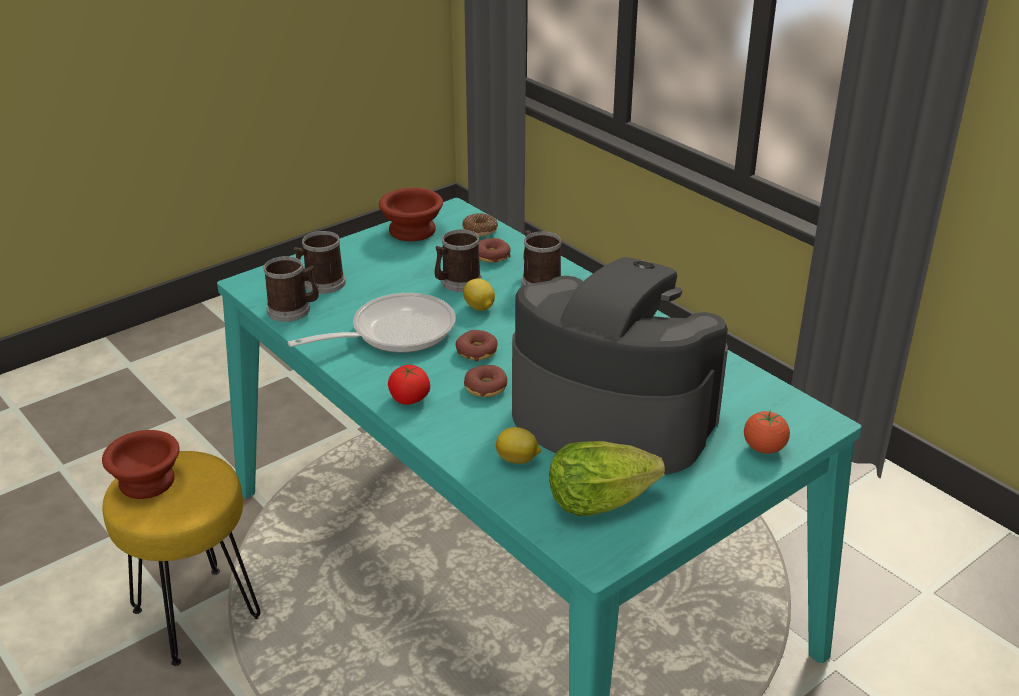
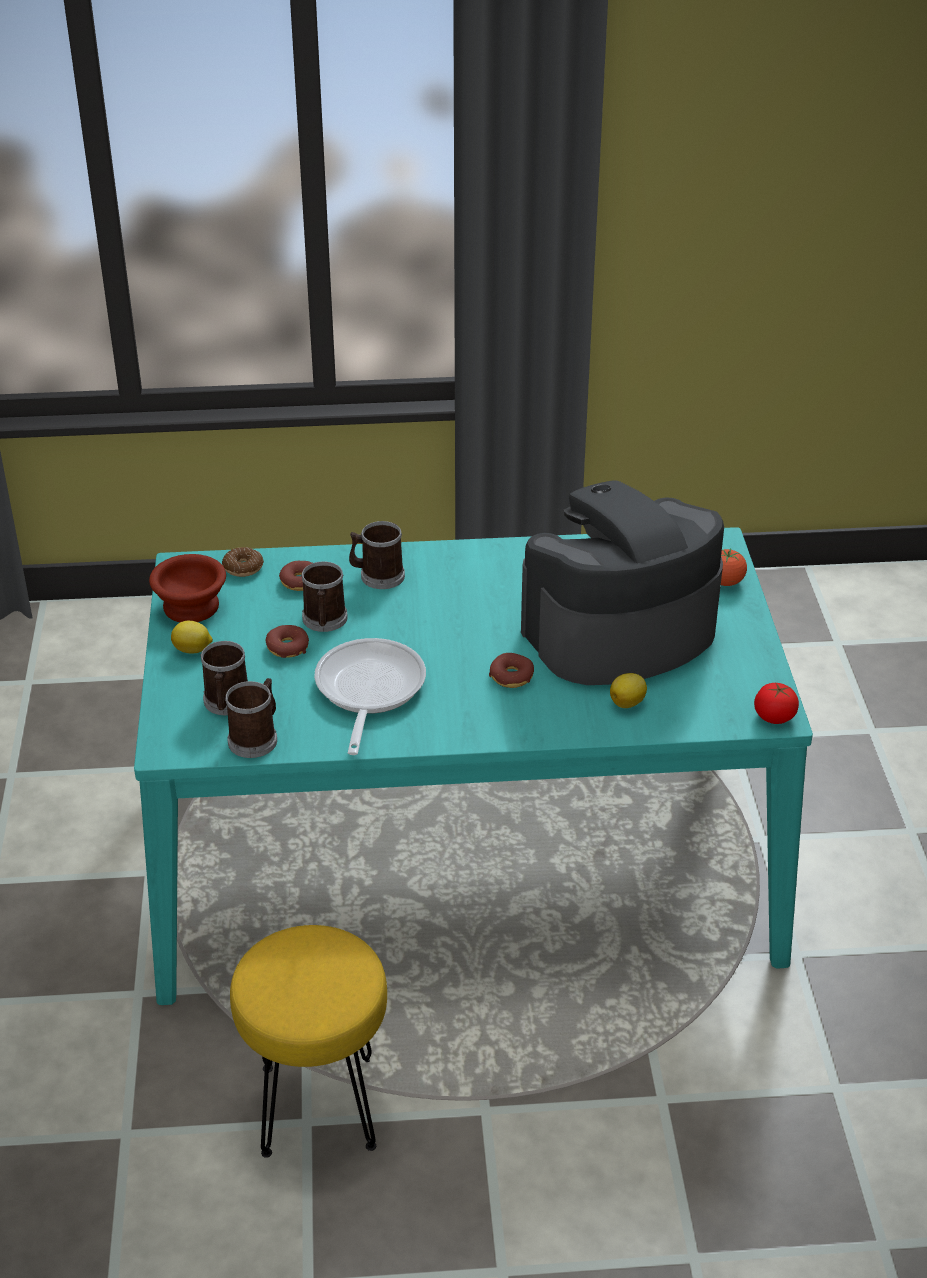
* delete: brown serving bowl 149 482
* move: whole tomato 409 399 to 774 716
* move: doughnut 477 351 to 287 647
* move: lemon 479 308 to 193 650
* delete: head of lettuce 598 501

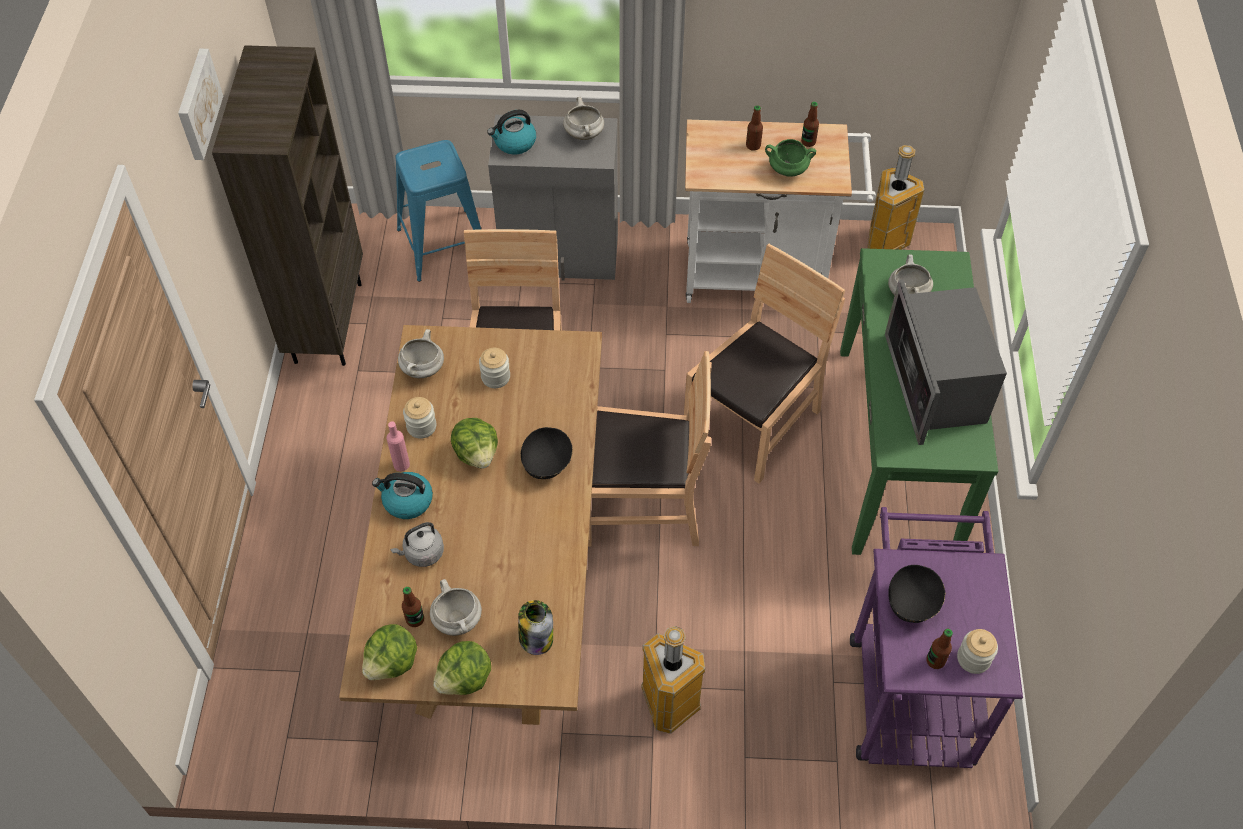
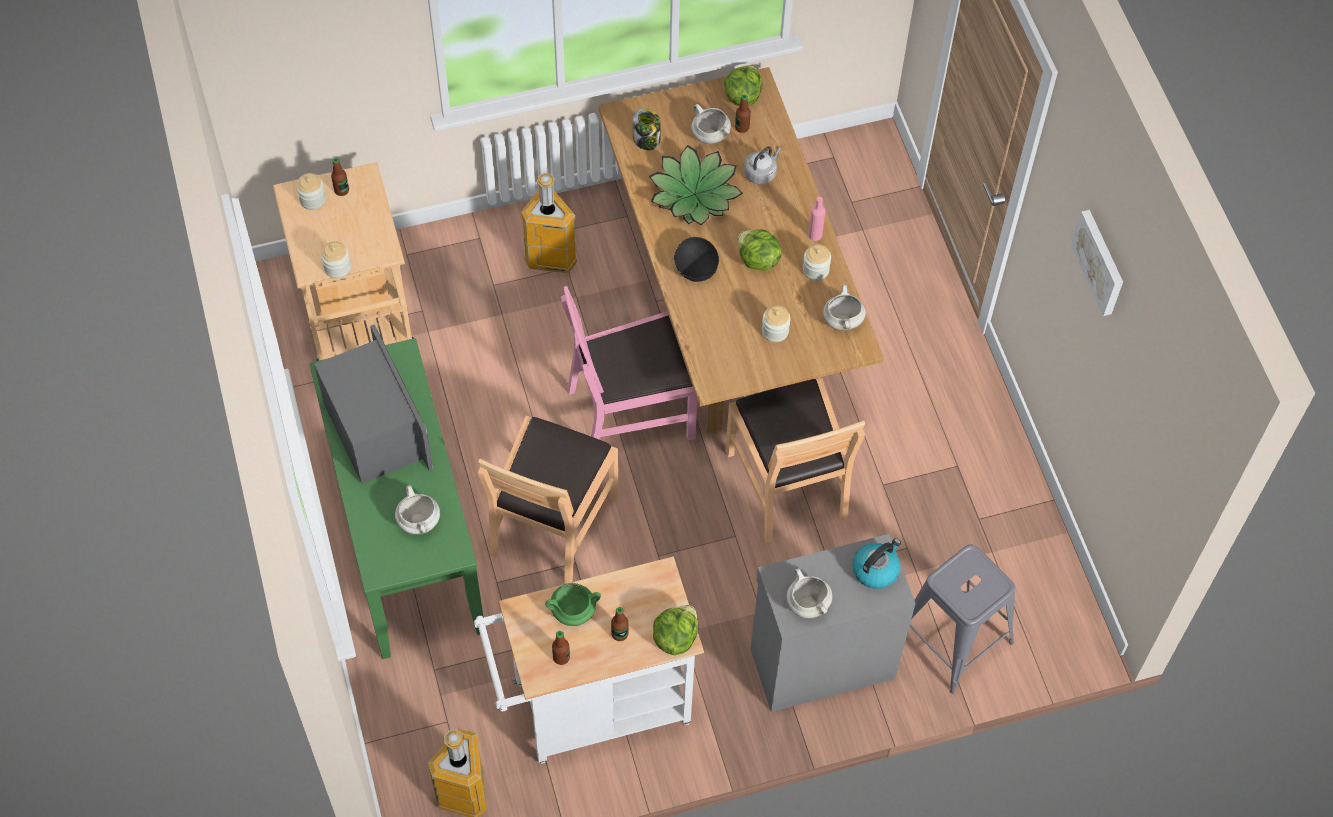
* delete: brown bookshelf 327 321
* delete: water kettle 407 501
* recolor: bluish stool seat 442 245 to gray stool seat 953 637
* move: head of lettuce 465 679 to 675 637
* recolor: brown upright chair 641 505 to pinkish upright chair 631 411
* recolor: purple-coloured trolley 909 685 to sand-coloured trolley 359 325
* delete: blackish serving bowl 912 604
* insert: preserve jar 337 267
* insert: plant in a pot 694 194

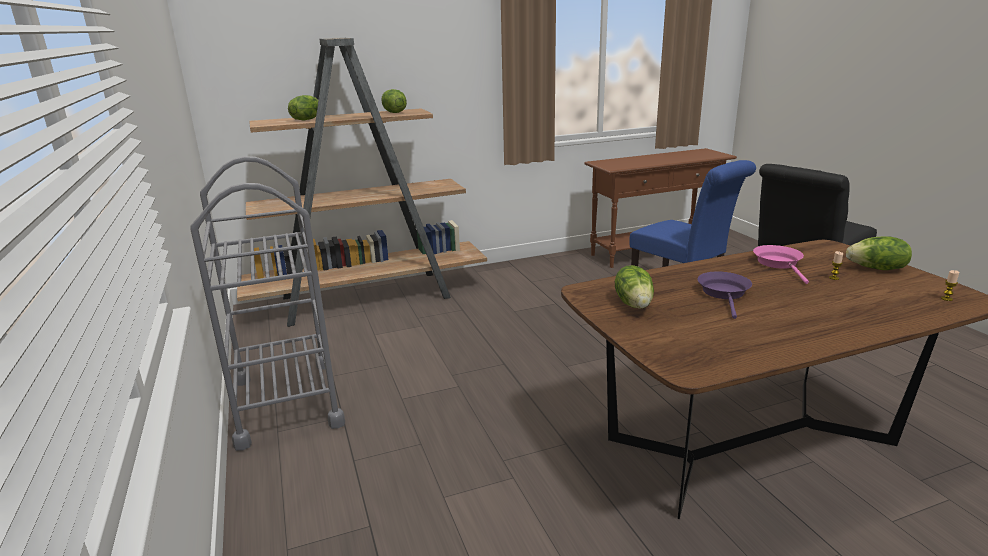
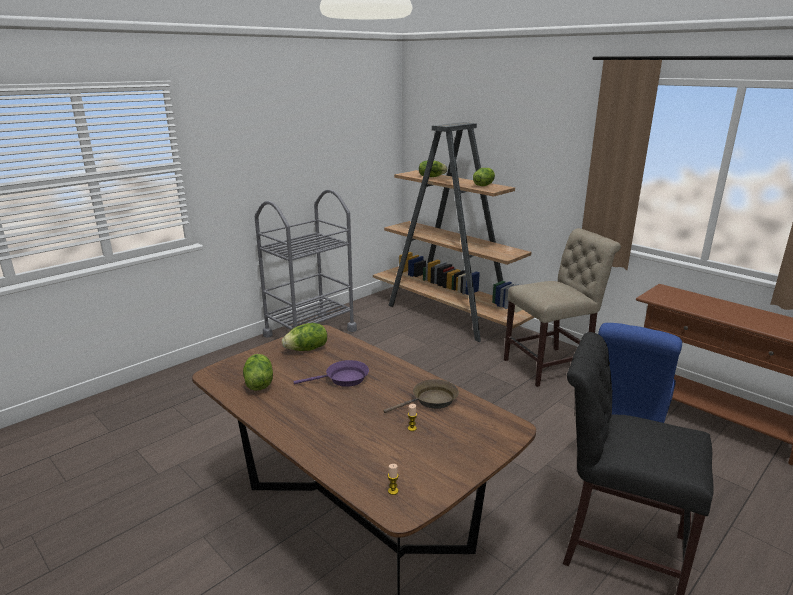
* recolor: pinkish pan 779 264 to brown pan 431 400
* move: head of lettuce 877 269 to 258 383
* insert: sand-coloured upright chair 551 365

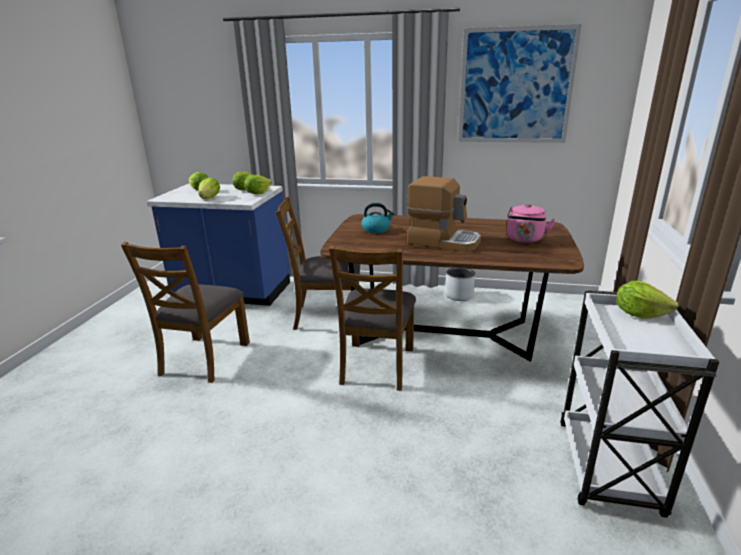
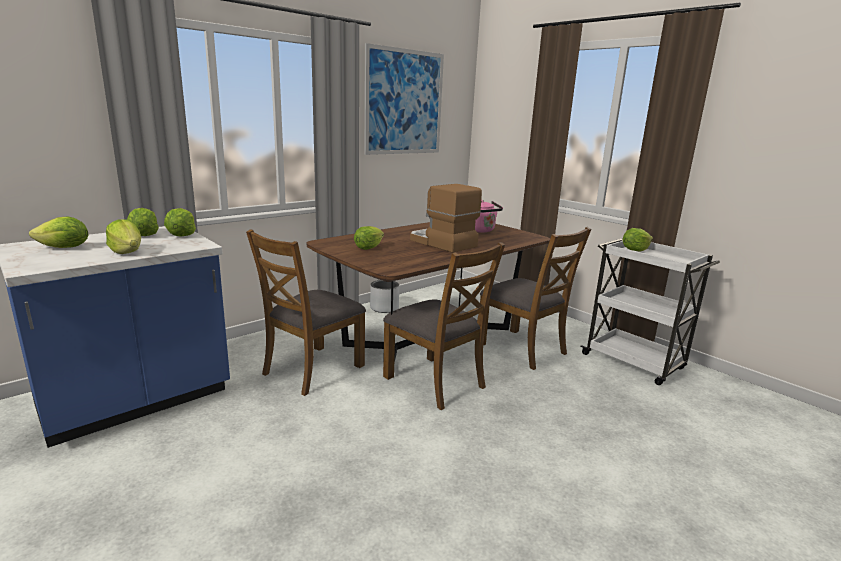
* move: brown upright chair 204 358 to 522 348
* replace: water kettle 376 229 to head of lettuce 368 248
* rotate: coffee brewer 443 241 = 441 243 105 degrees counterclockwise

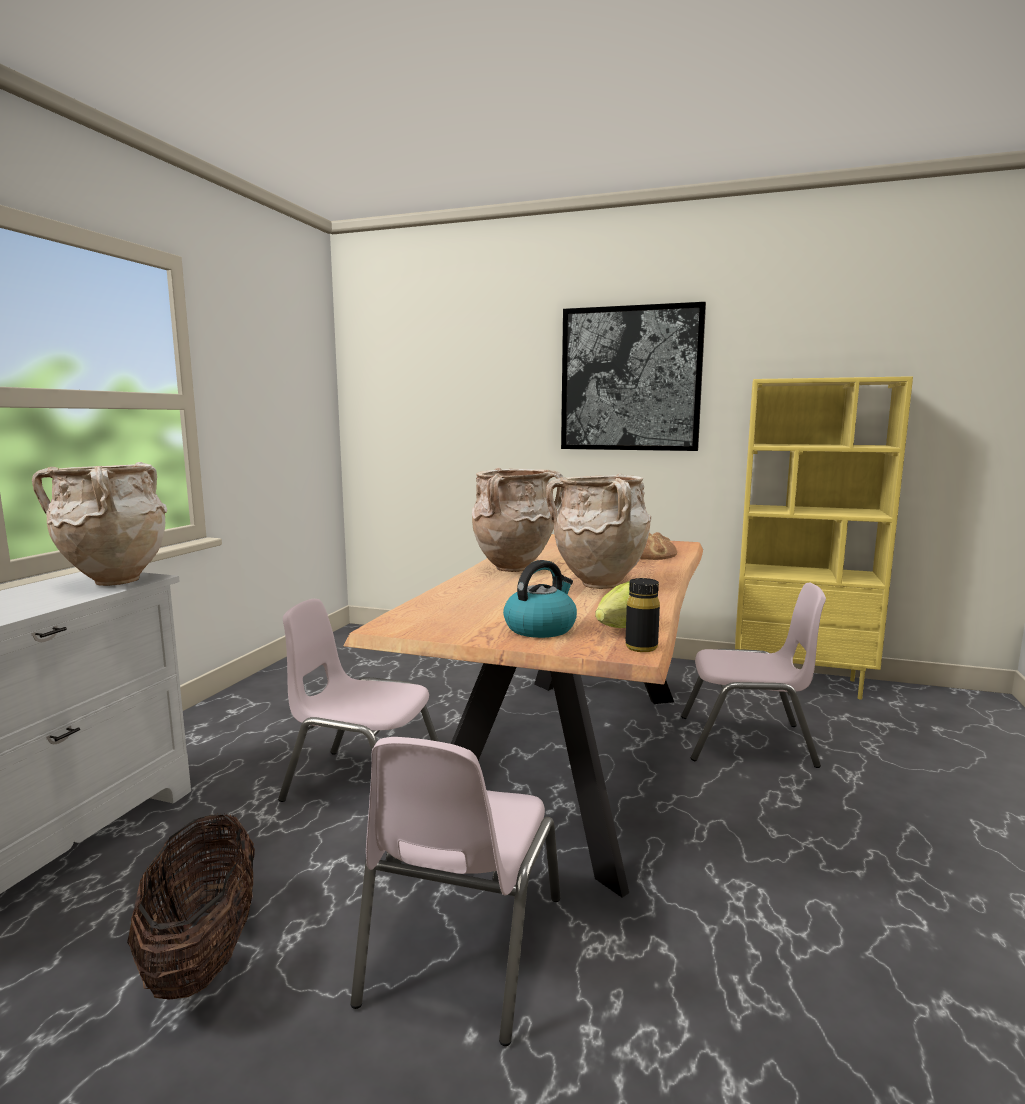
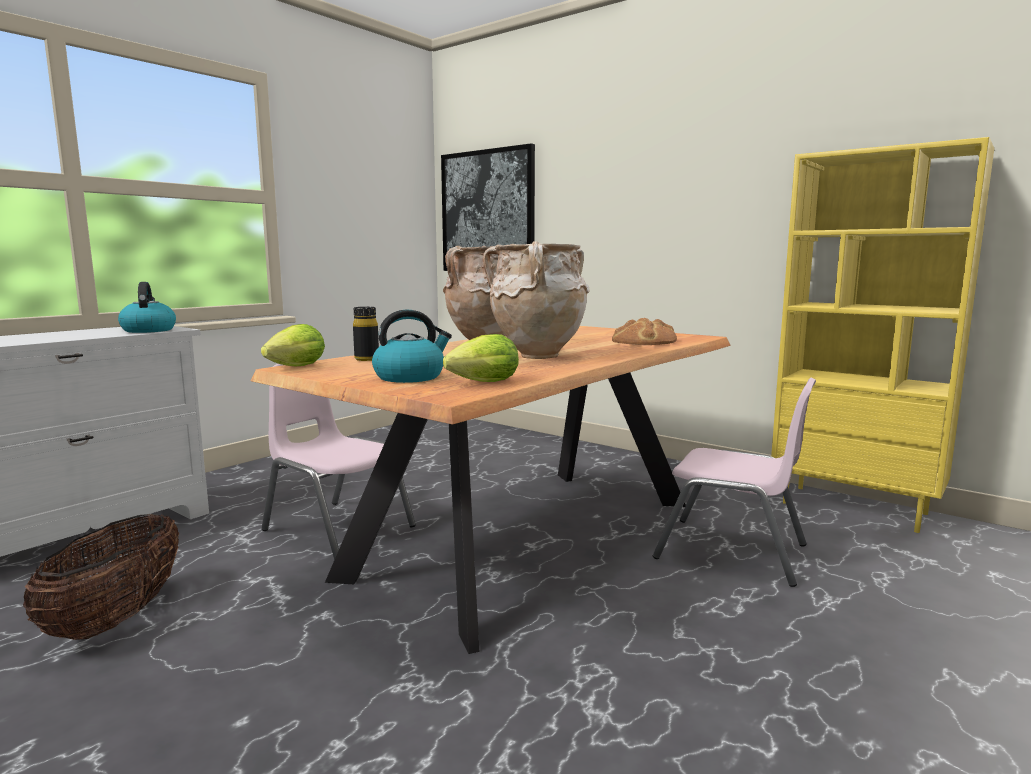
* replace: sand-coloured vase 115 582 to water kettle 148 330
* delete: pinkish upright chair 461 948
* move: wall picture 630 379 to 488 211
* move: blackish bottle 641 647 to 366 359
* insert: head of lettuce 293 367

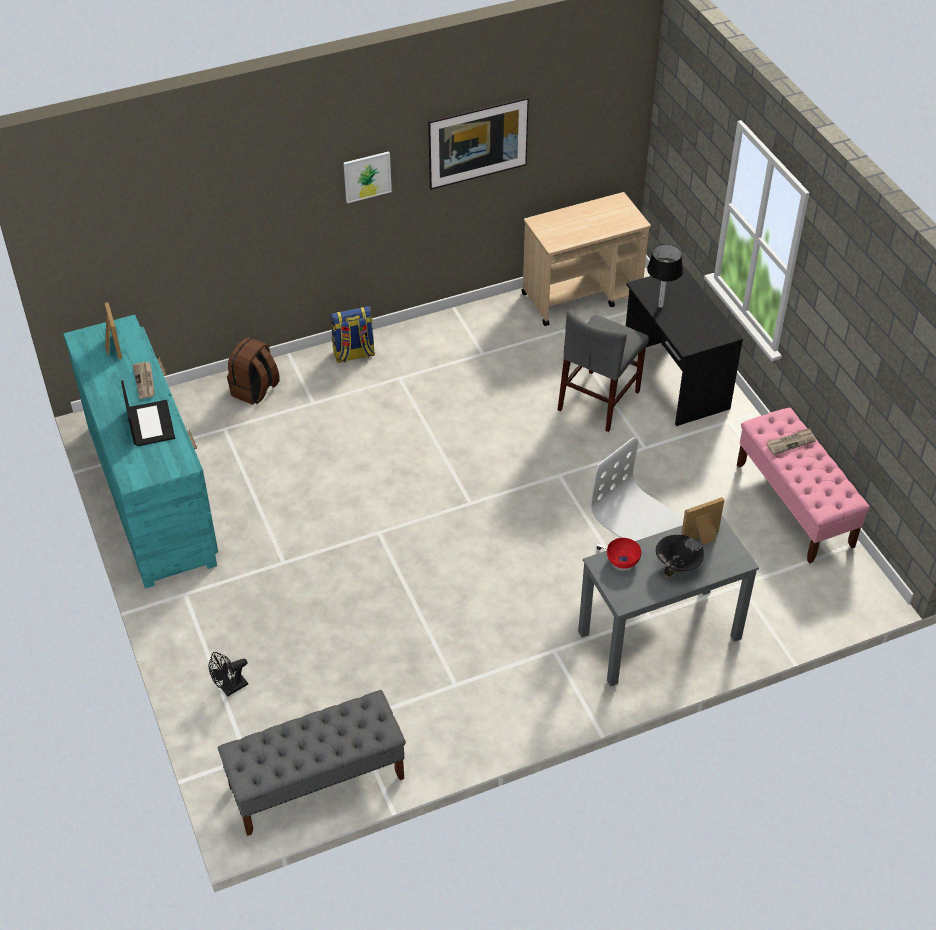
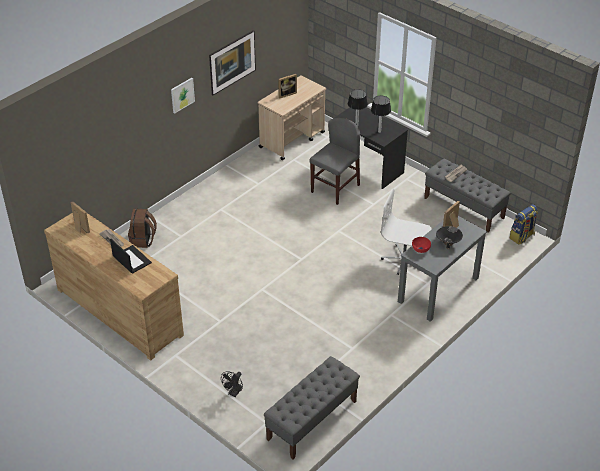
* recolor: turquoise chest of drawers 151 493 to brown chest of drawers 120 311
* move: rucksack 353 354 to 522 237
* rotate: gray upright chair 599 400 = 335 188 150 degrees counterclockwise
* recolor: pinkish bench 794 505 to gray bench 464 208
* insert: photo frame 286 94
* insert: table lamp 379 131

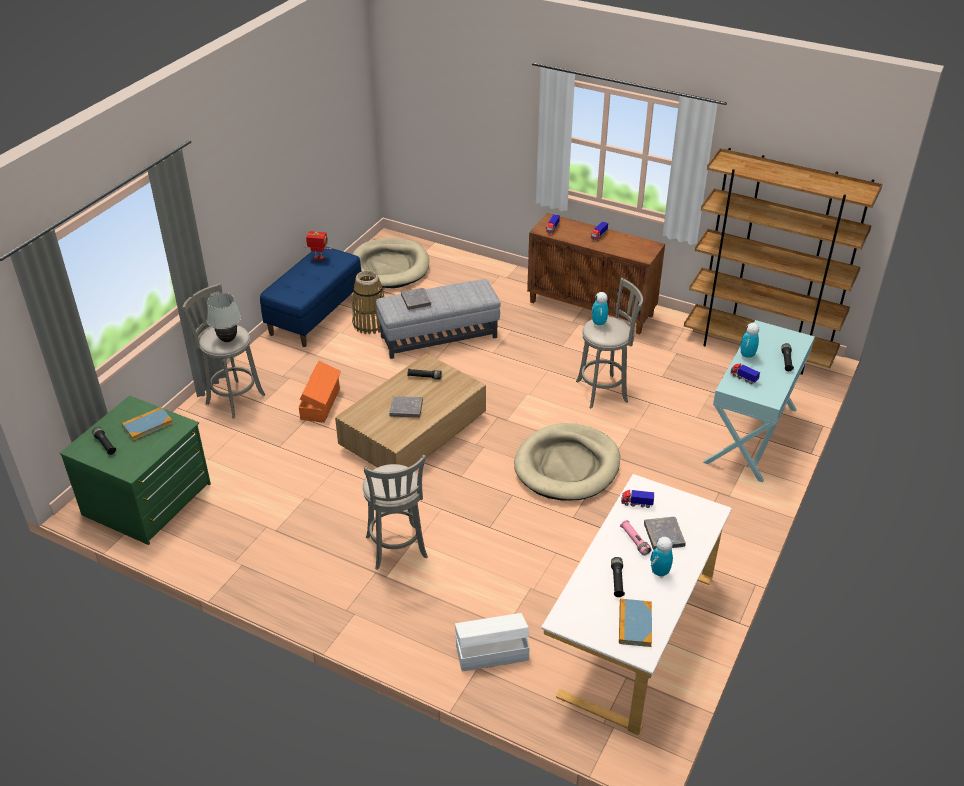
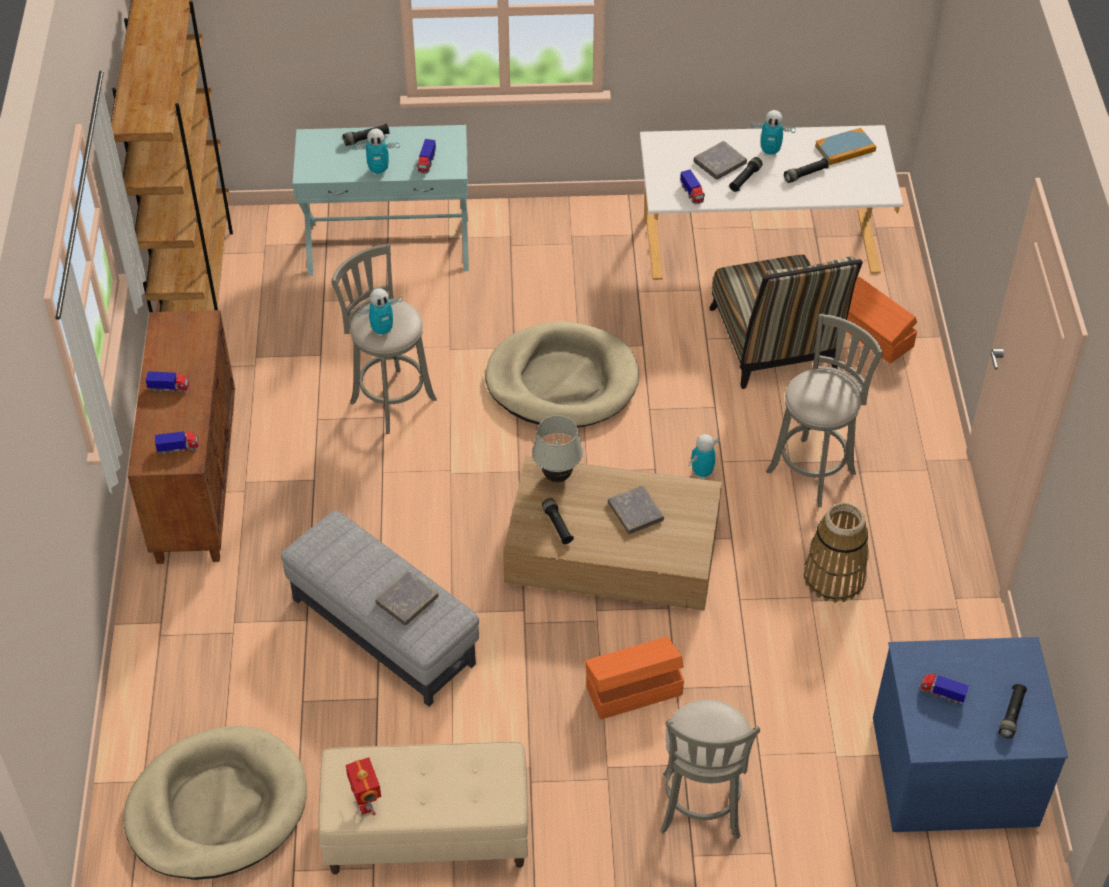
* recolor: greenish chest of drawers 148 500 to bluish chest of drawers 954 768
* replace: bound book 147 425 to toy lorry 942 694
* move: white table lamp 228 340 to 557 477
* recolor: bluish bench 315 314 to sand-coloured bench 426 834
* move: household basket 370 323 to 834 578
* recolor: white storage container 491 652 to orangey storage container 873 335
* recolor: pinkish torch 635 541 to blackish torch 745 179
* insert: model robot 702 473
* insert: upright chair 775 346

